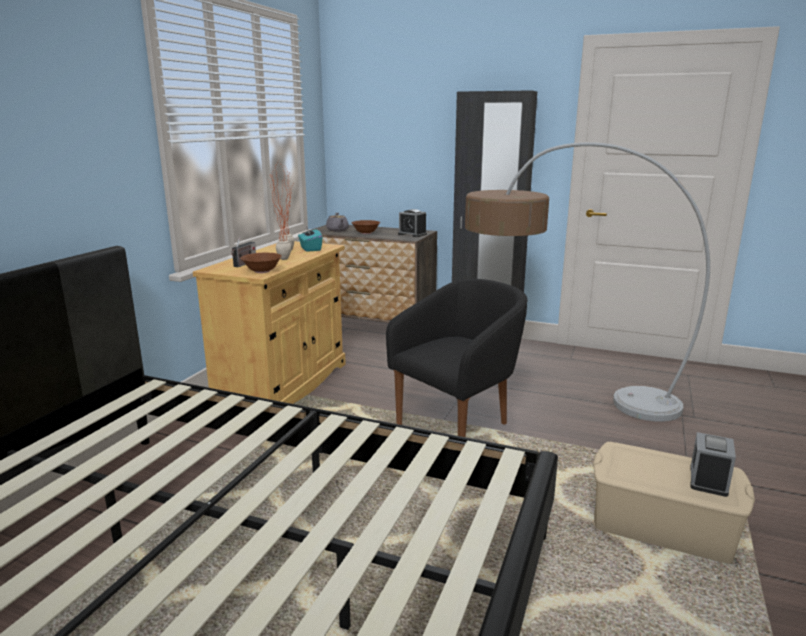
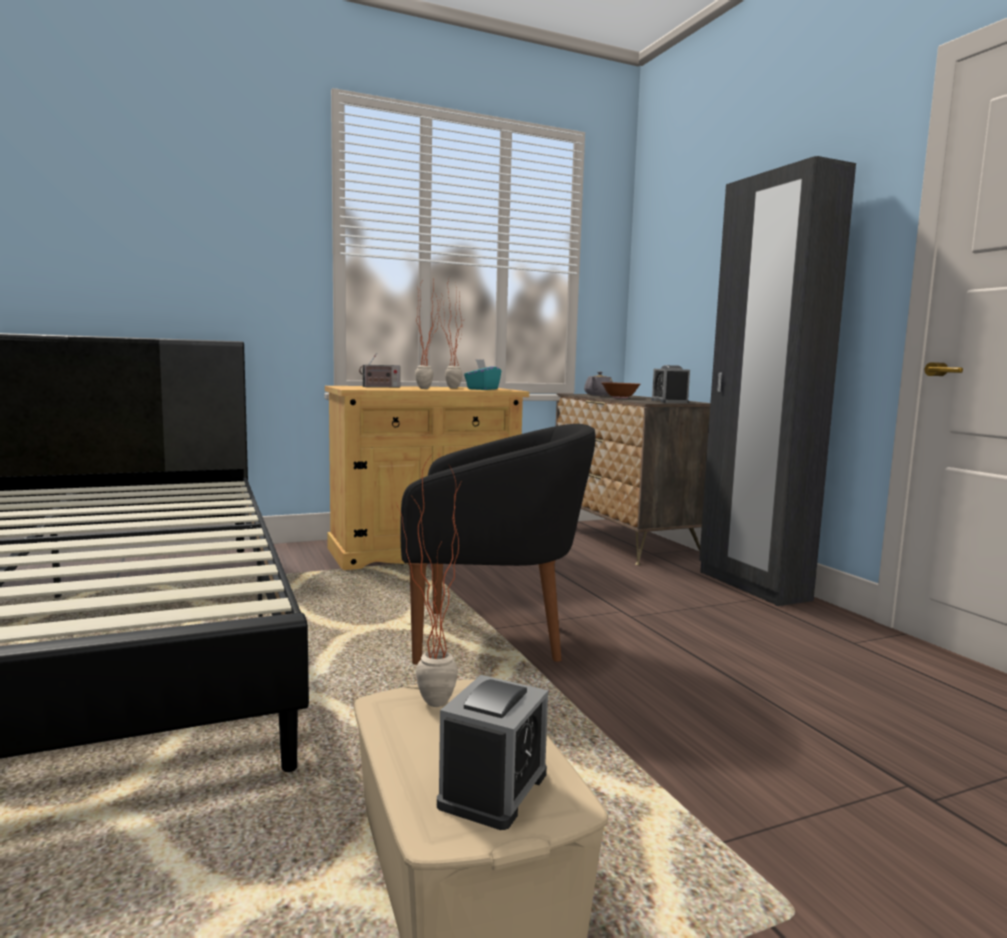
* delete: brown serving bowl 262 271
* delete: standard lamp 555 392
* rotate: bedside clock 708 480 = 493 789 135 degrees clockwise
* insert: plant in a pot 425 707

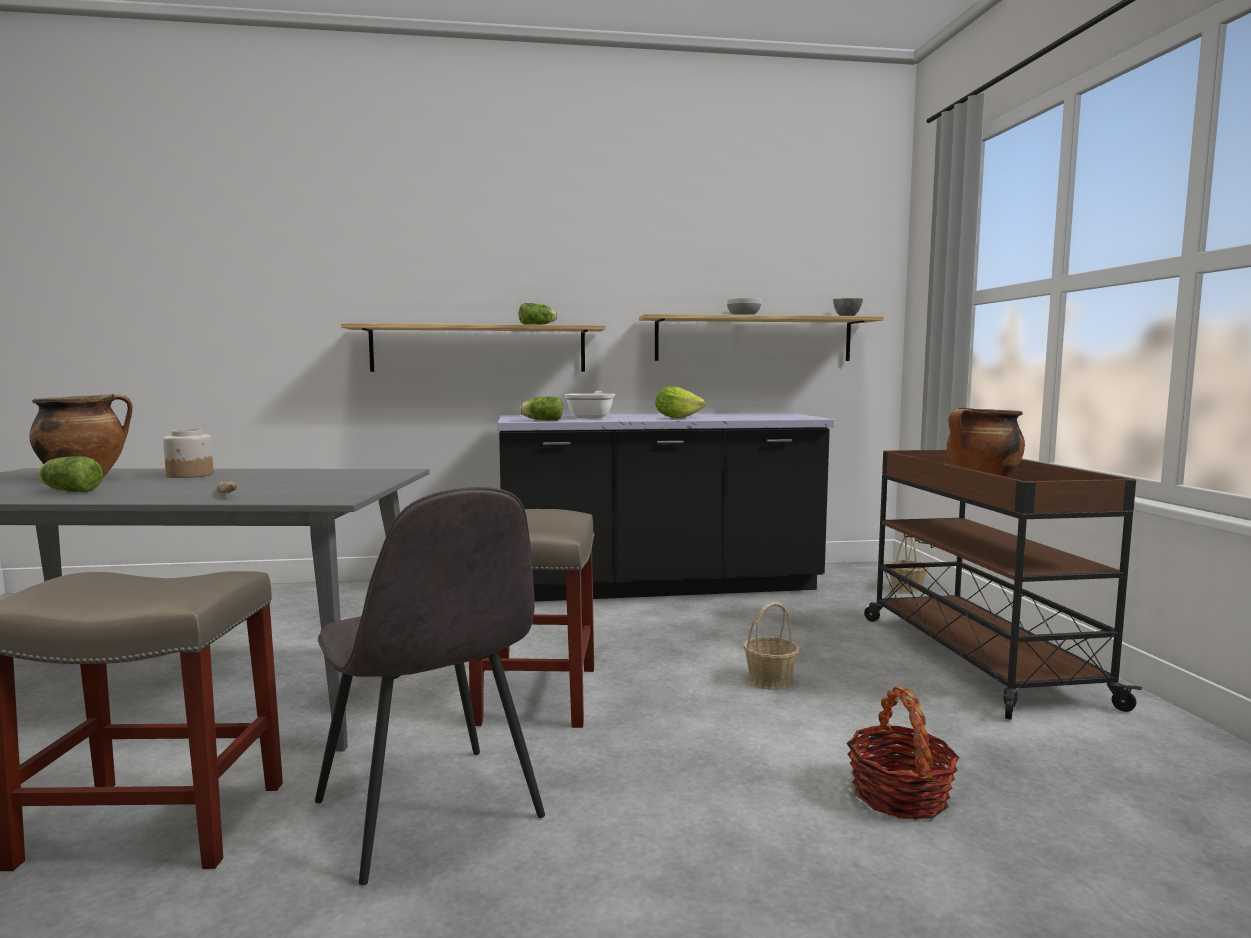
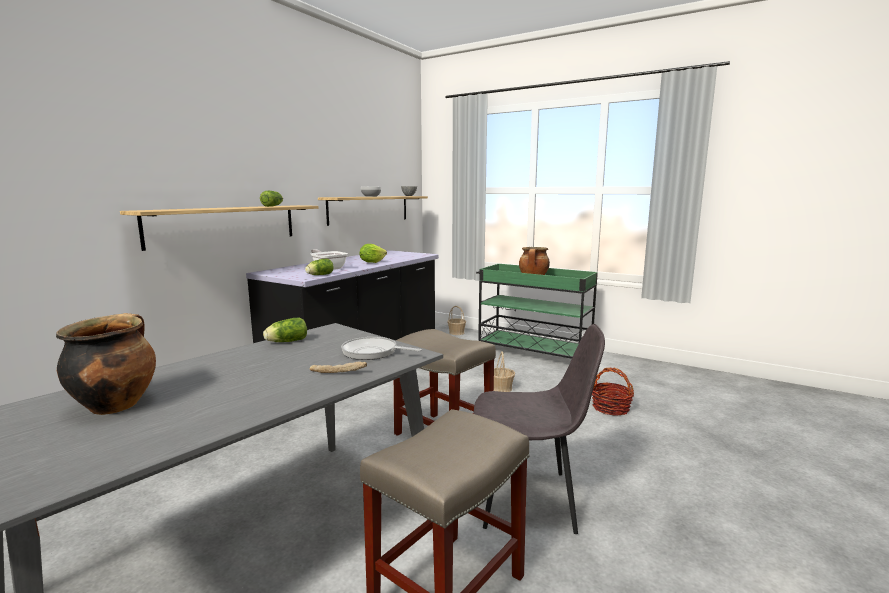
* move: head of lettuce 68 491 to 285 342
* delete: preserve jar 190 475
* recolor: brown trolley 976 657 to greenish trolley 532 353
* insert: pan 372 352

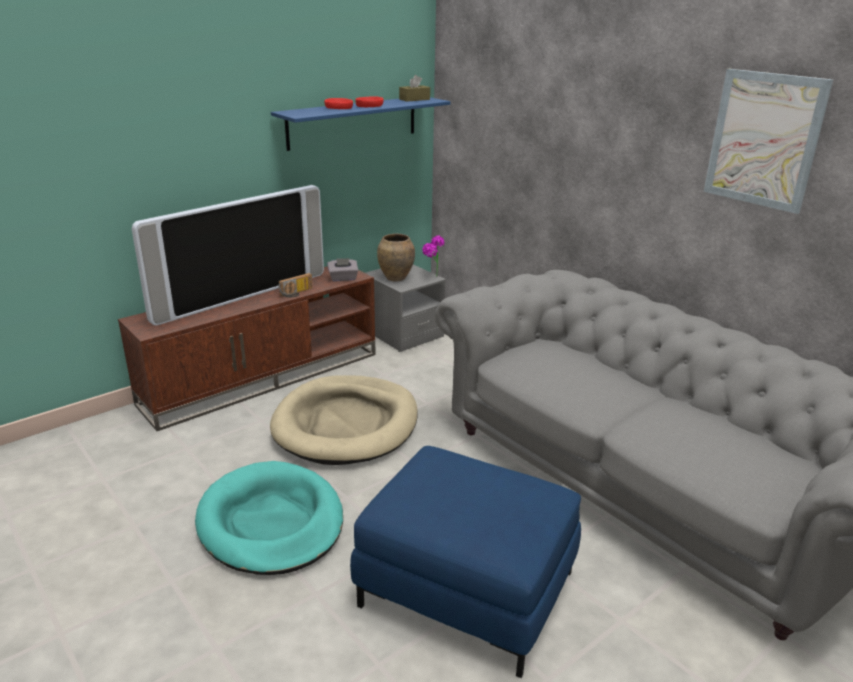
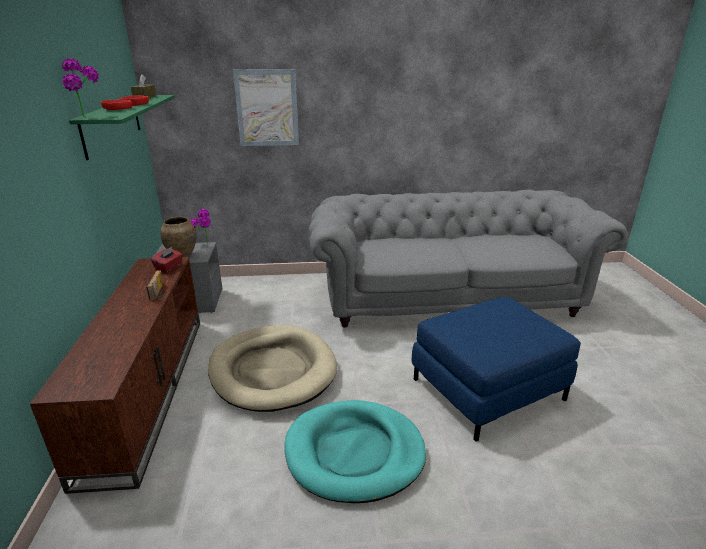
* delete: TV set 240 295
* recolor: bluish shelf 353 122 to greenish shelf 112 124
* recolor: gray tissue holder 343 278 to red tissue holder 169 267
* move: wall picture 764 140 to 267 108
* insert: plant in a pot 89 117

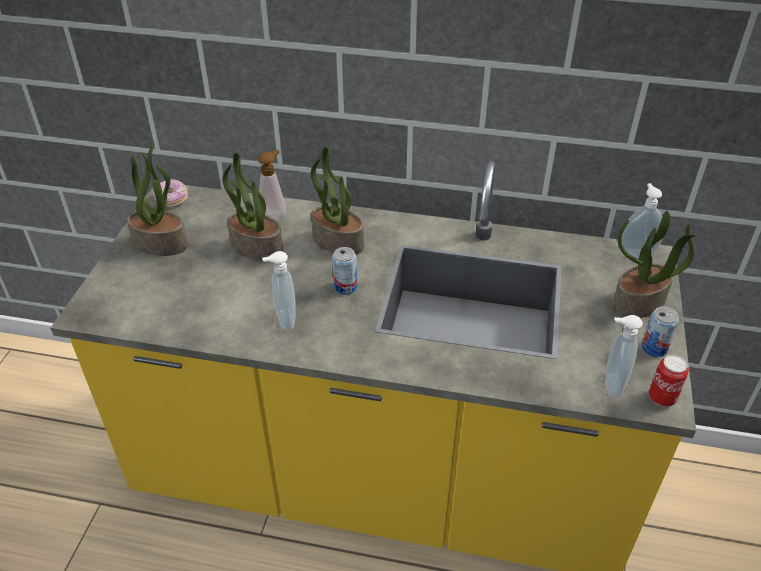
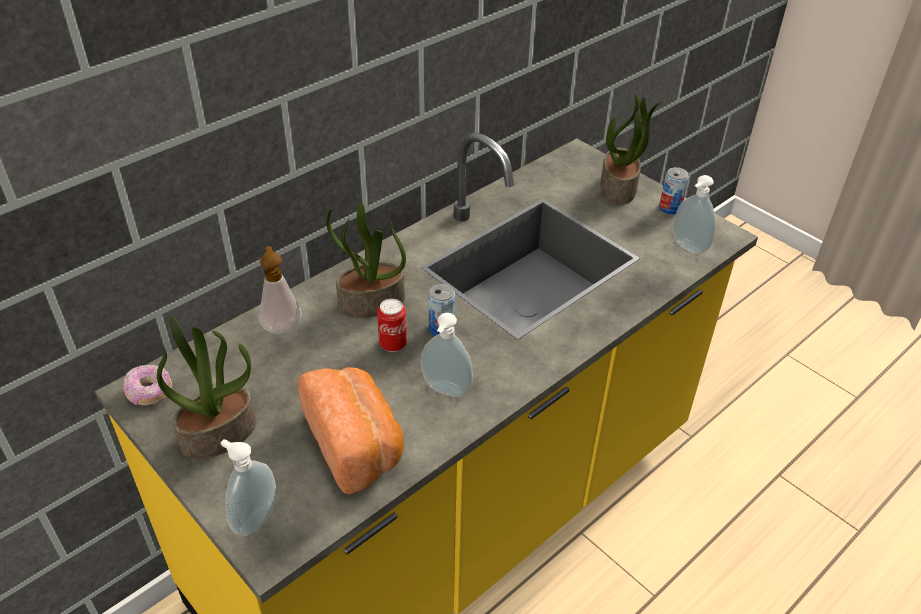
* delete: plant in a pot 255 247
* move: soap bottle 635 253 to 254 518
* move: sealed can 662 398 to 393 344
* insert: bakery bread 355 443

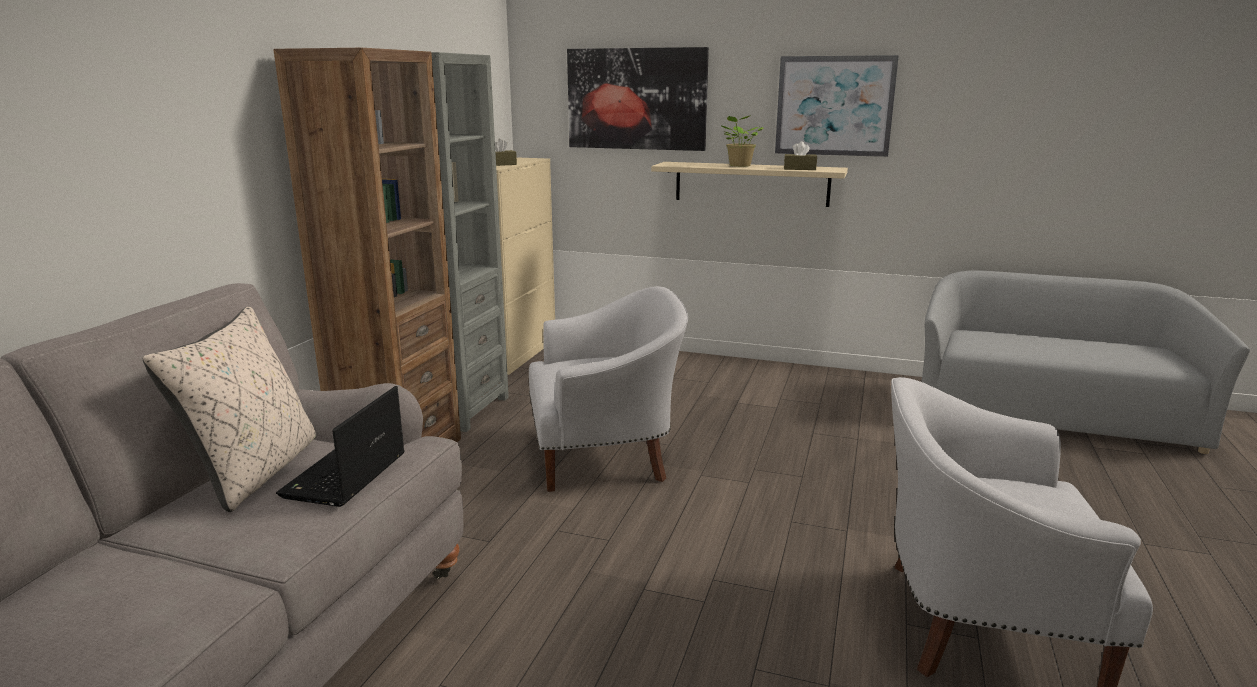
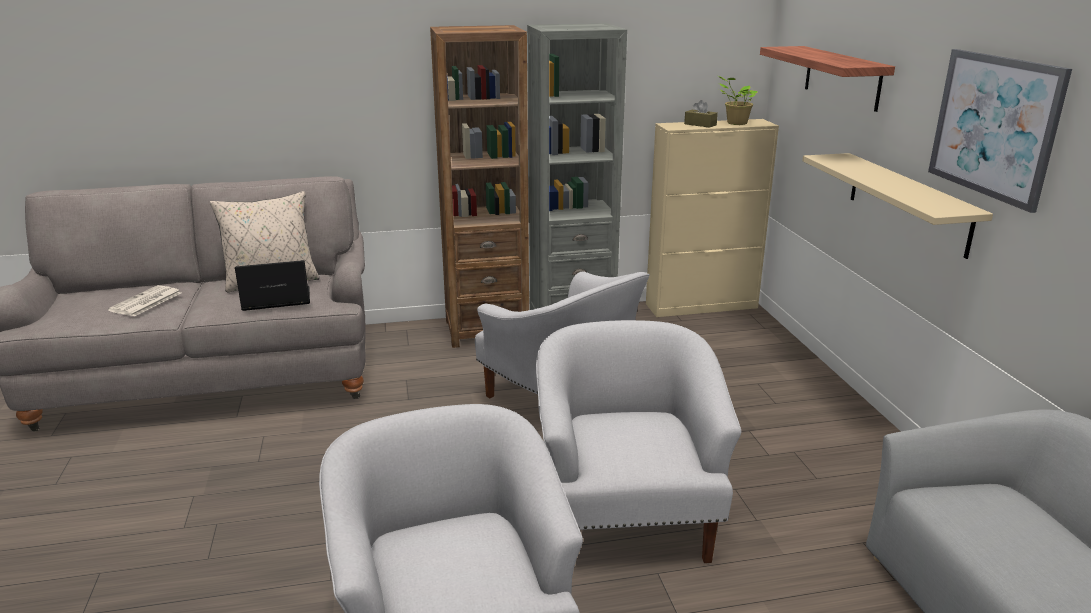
* replace: wall picture 636 99 to shelf 842 77
* move: plant in a pot 739 166 to 735 123
* delete: brown tissue holder 799 169
* insert: newspaper 145 302
* insert: white lounge chair 627 519

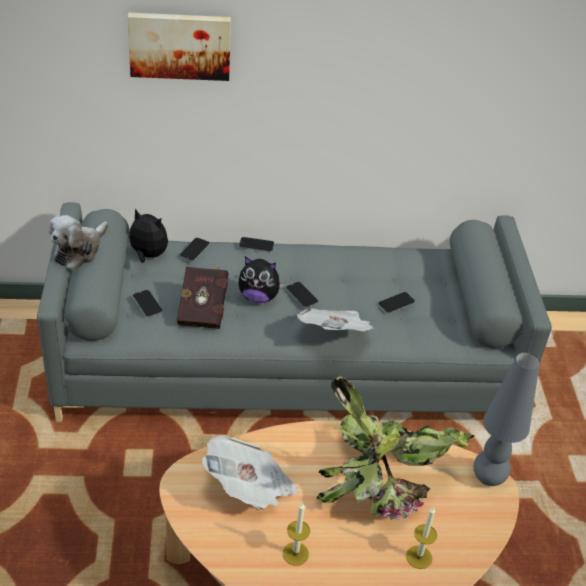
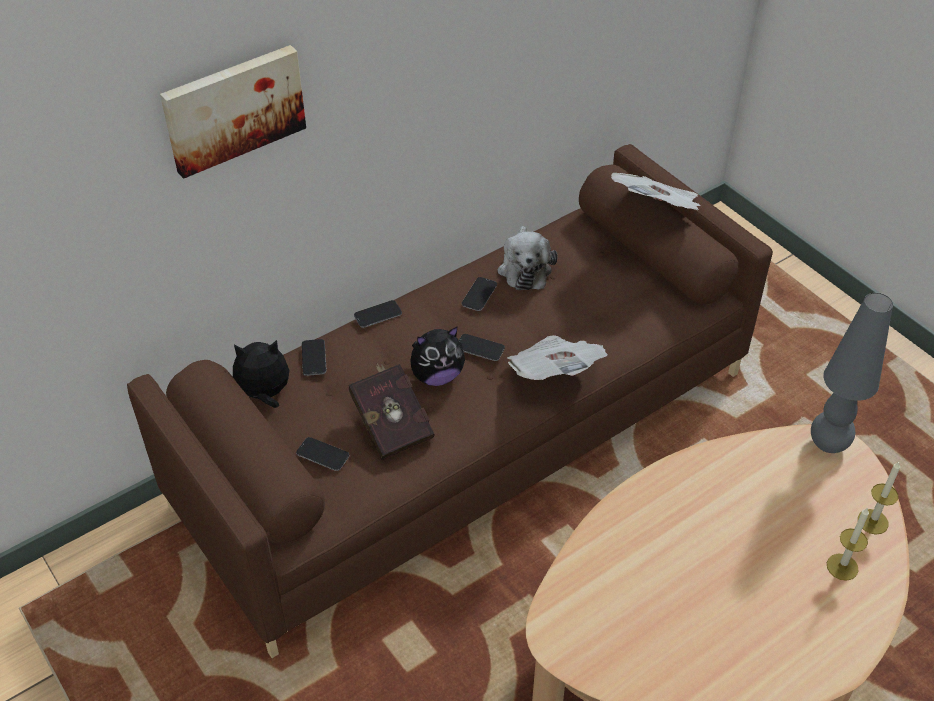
* recolor: gray couch 287 365 to brown couch 467 436
* move: cuddly toy 79 251 to 524 268
* move: newspaper 249 487 to 657 210
* move: wax light 295 553 to 872 521
* delete: plant in a pot 381 488
* move: phone 396 303 to 479 295

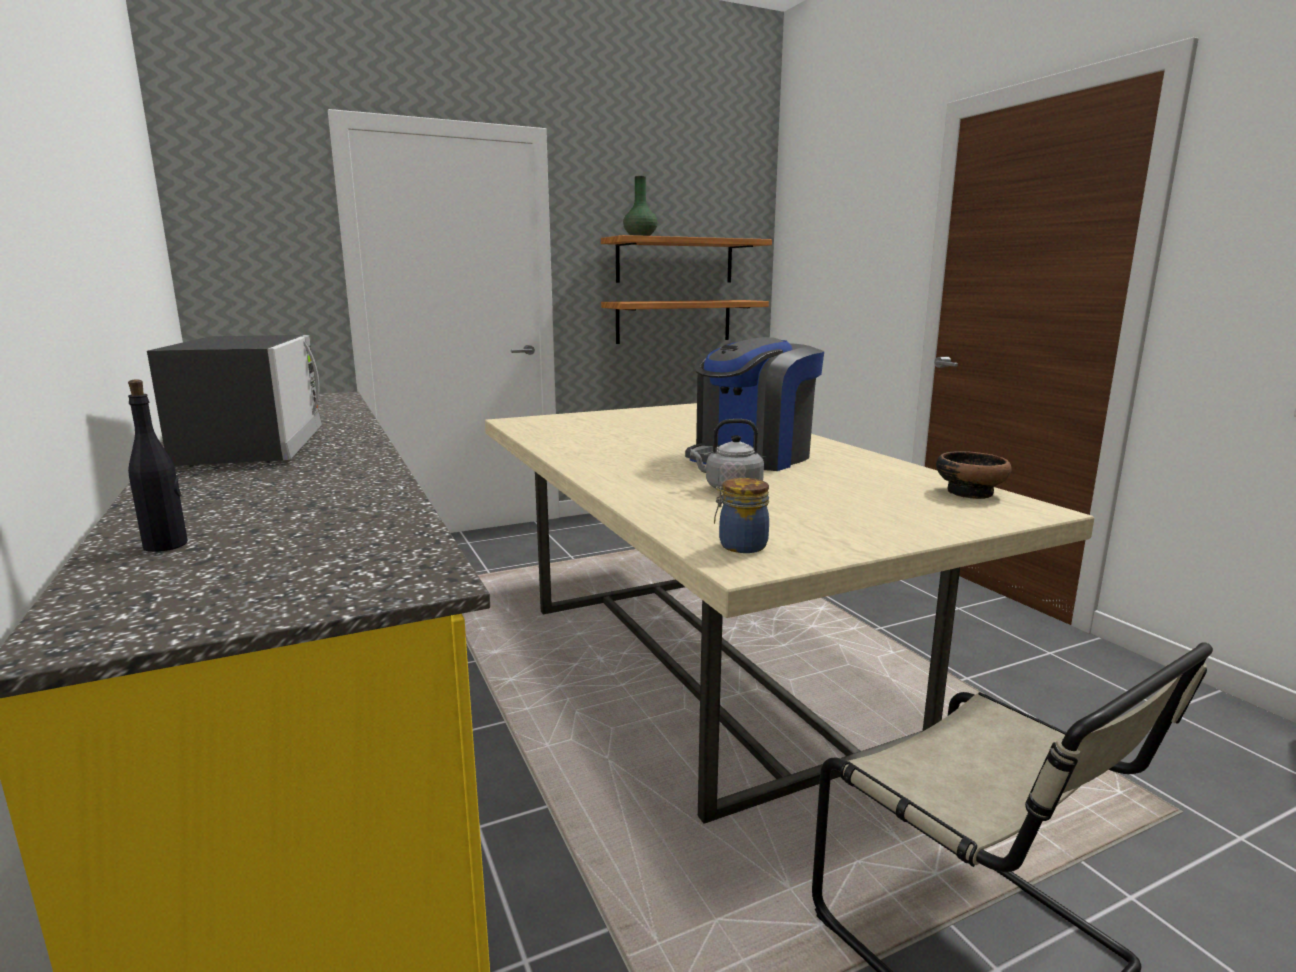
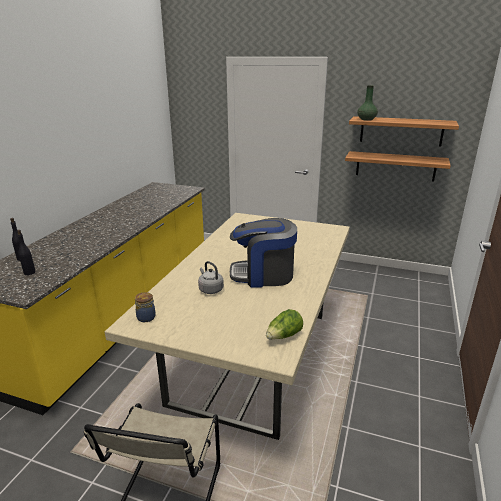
* delete: kitchen microwave 254 447
* replace: serving bowl 970 492 to head of lettuce 284 336
* insert: blackish bottle 29 272

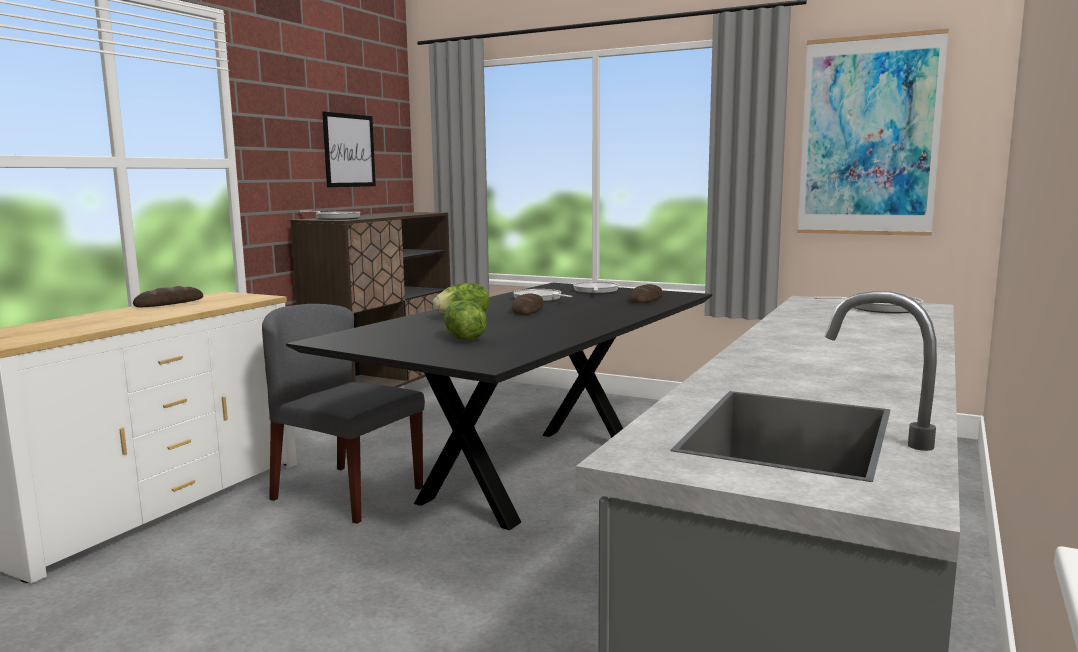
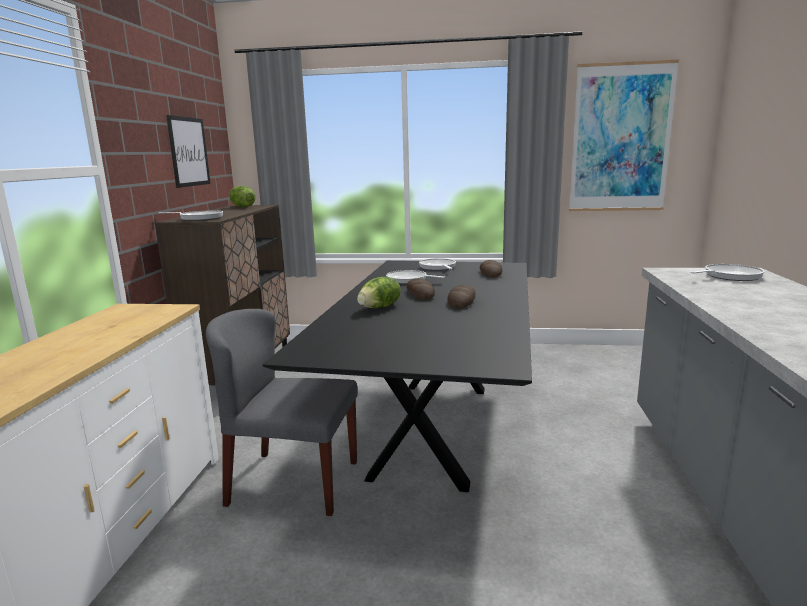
* move: bakery bread 169 303 to 461 301
* move: head of lettuce 463 338 to 242 207

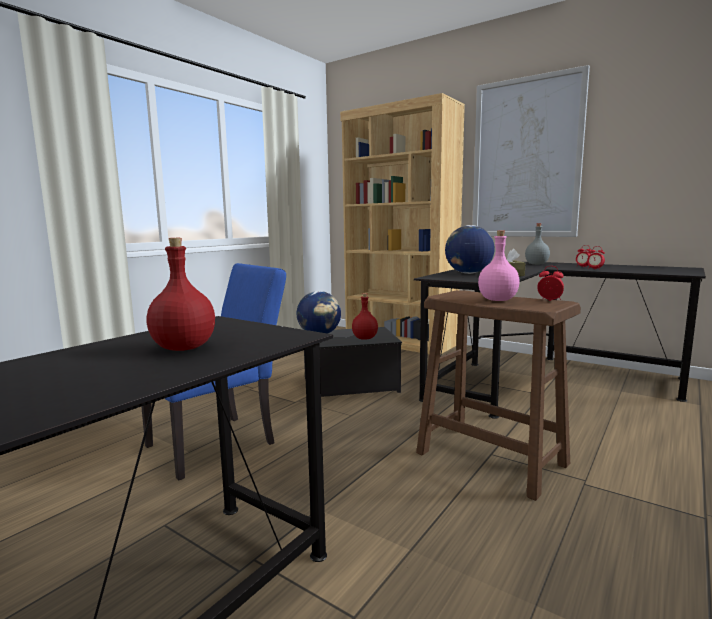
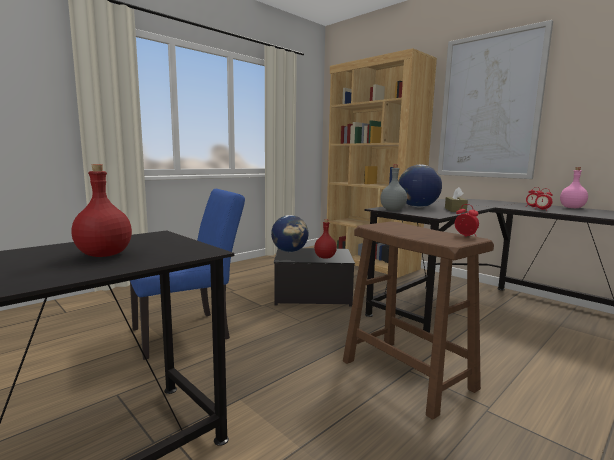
* move: pinkish bottle 497 300 to 571 208
* move: gray bottle 536 264 to 392 210

